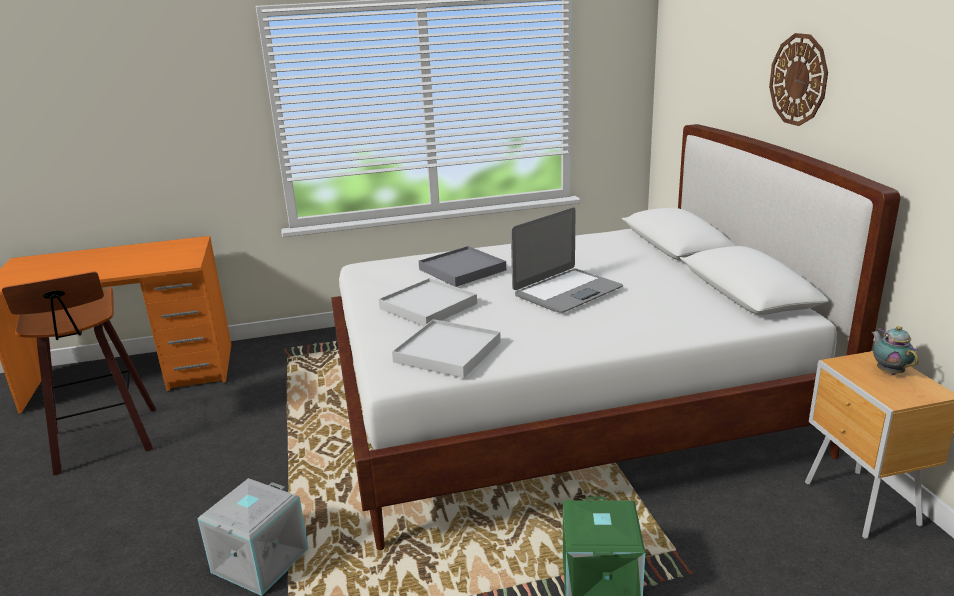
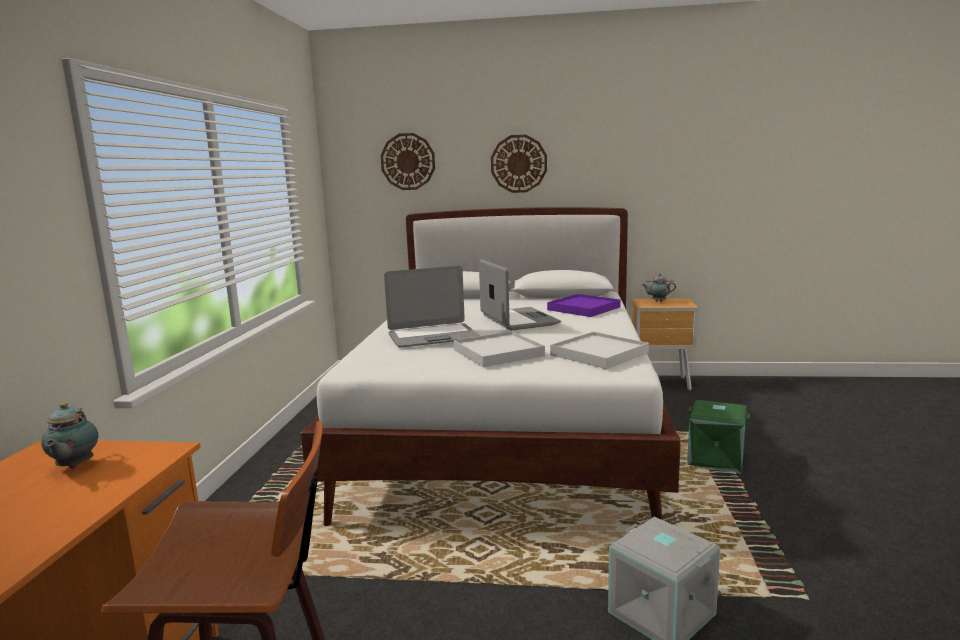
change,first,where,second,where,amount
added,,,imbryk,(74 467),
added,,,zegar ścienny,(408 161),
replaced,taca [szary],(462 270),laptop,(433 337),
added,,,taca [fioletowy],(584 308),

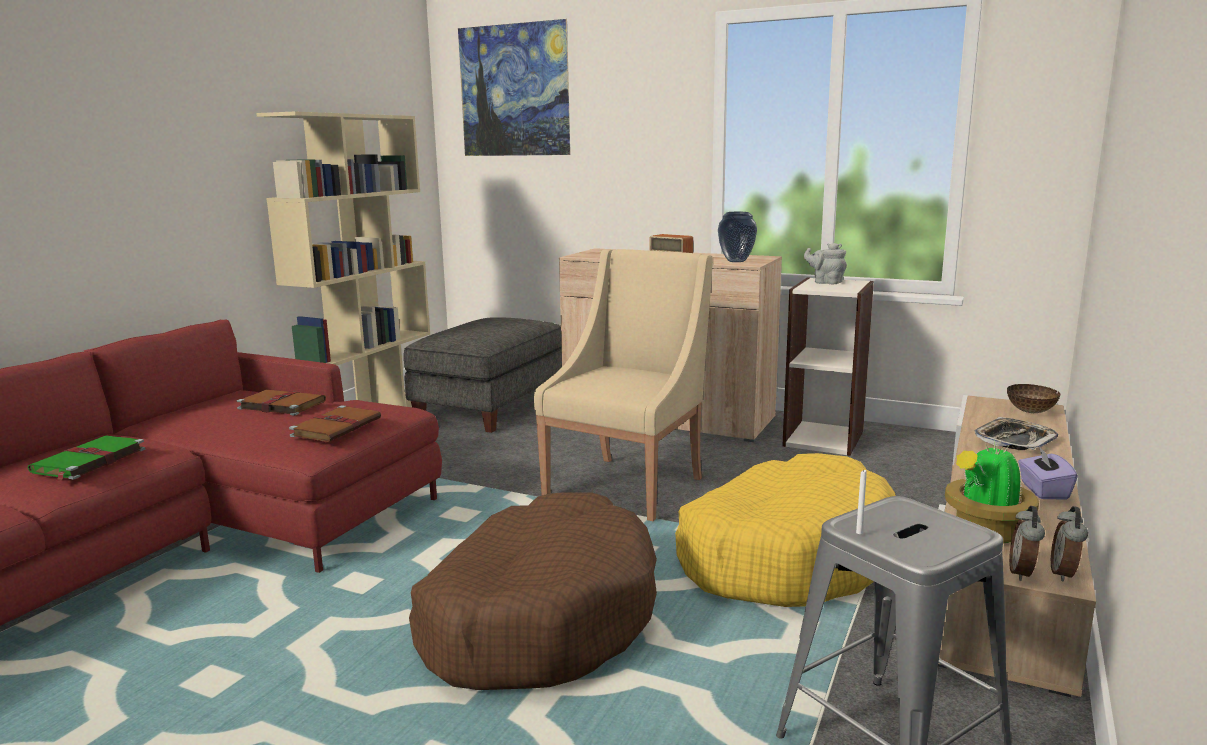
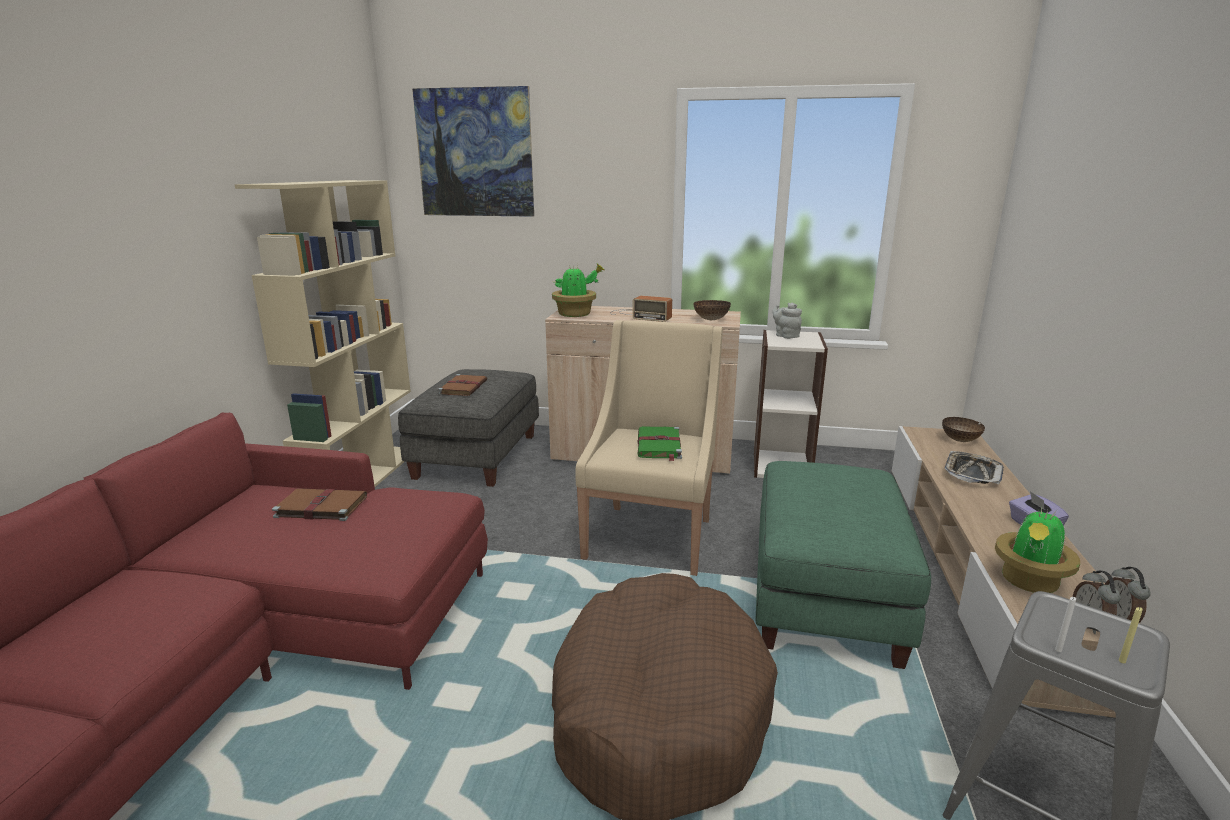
change,first,where,second,where,amount
moved,książka [brązowy],(337 427),,(463 387),
added,,,roślina doniczkowa,(576 314),
moved,książka [zielony],(88 461),,(659 445),
replaced,wazon,(736 261),miska,(711 319),
replaced,legowisko [żółty],(785 555),pufa [zielony],(826 599),
turned,imbryk [szary],(826 282),,(785 335),45 degrees clockwise
added,,,świeca [żółty],(1122 661),

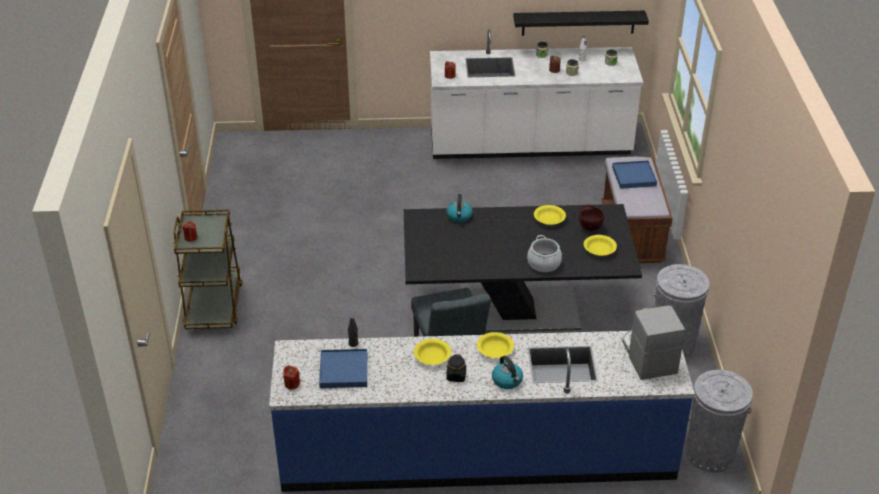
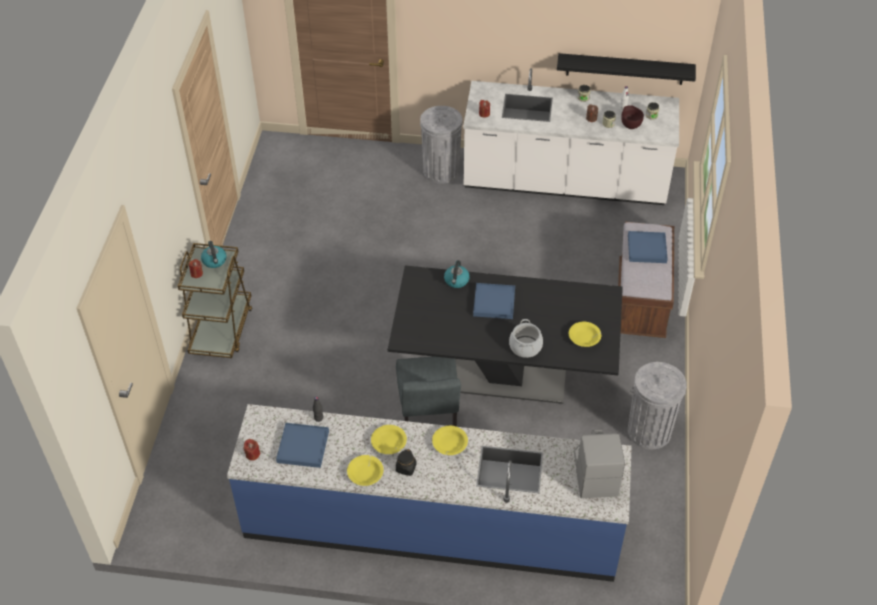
change,first,where,second,where,amount
moved,czajnik,(507 380),,(214 261),
moved,miska [żółty],(549 219),,(365 474),
moved,kosz na śmieci [szary],(710 453),,(441 171),
added,,,taca [niebieski],(494 302),
moved,miska [brązowy],(589 227),,(630 126),

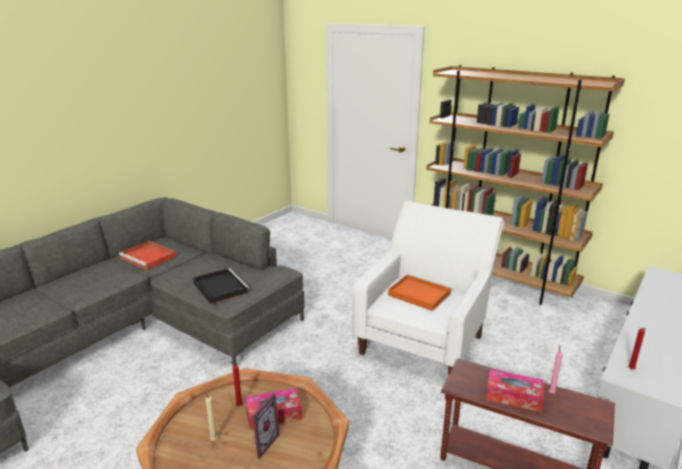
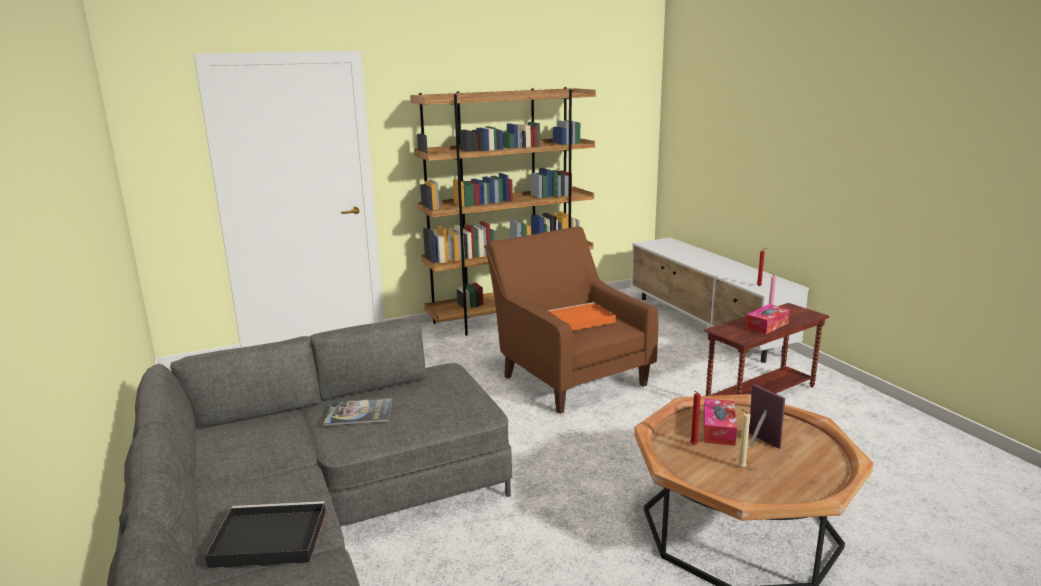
change,first,where,second,where,amount
moved,taca [czarny],(219 287),,(267 539),
added,,,książka,(359 413),
recoloured,fotel [biały],(424 339),fotel [brązowy],(568 376),
removed,taca [czerwony],(149 257),,,

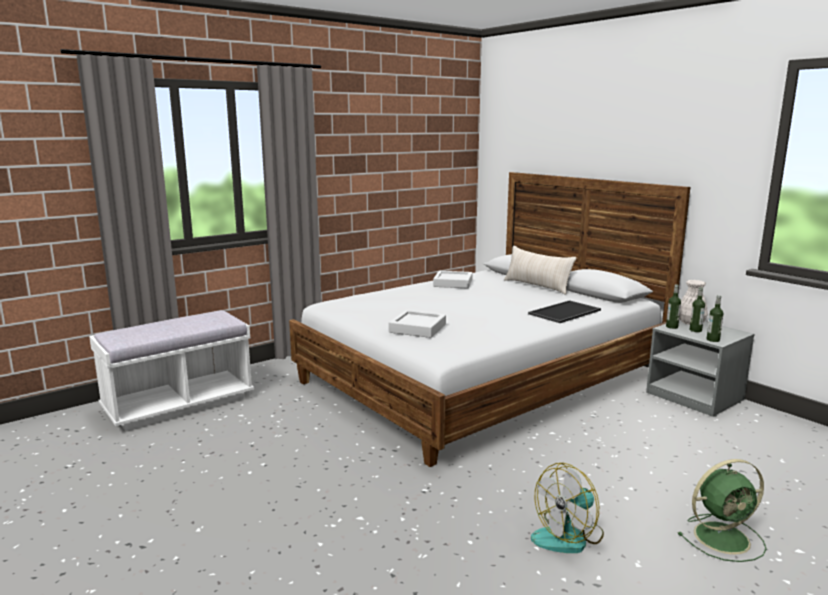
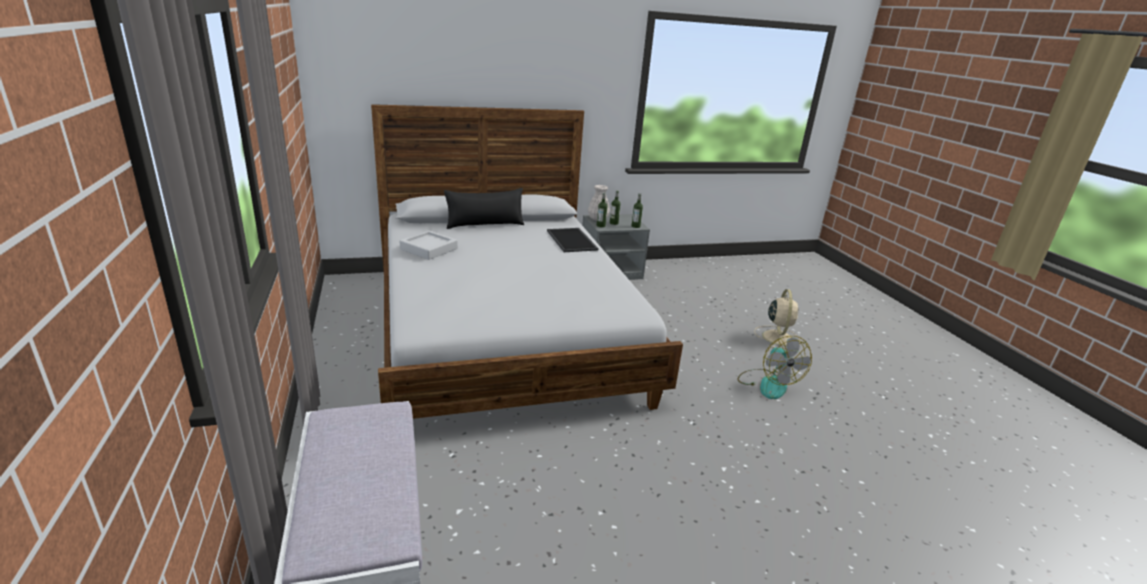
change,first,where,second,where,amount
recoloured,poduszka [beżowy],(537 286),poduszka [czarny],(485 225),
recoloured,wentylator [zielony],(723 537),wentylator [beżowy],(777 337),
removed,taca [szary],(417 328),,,

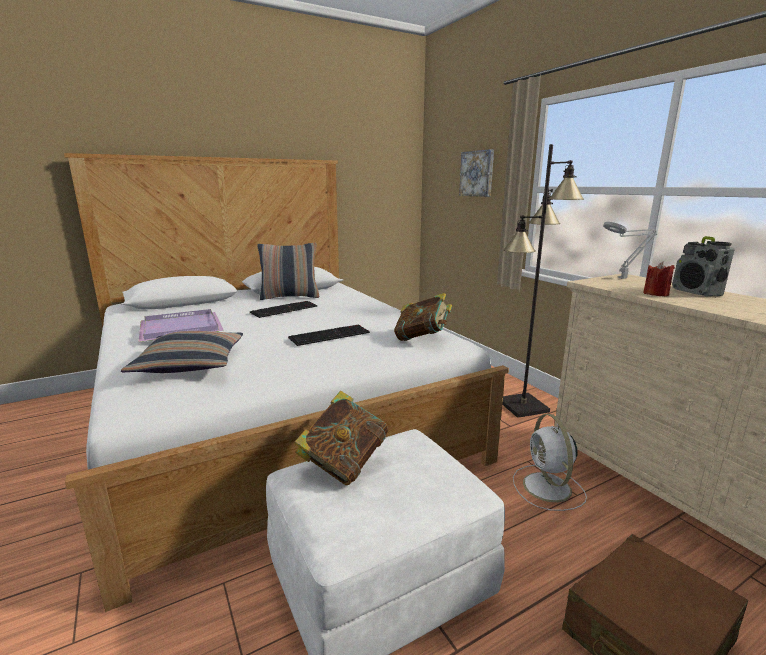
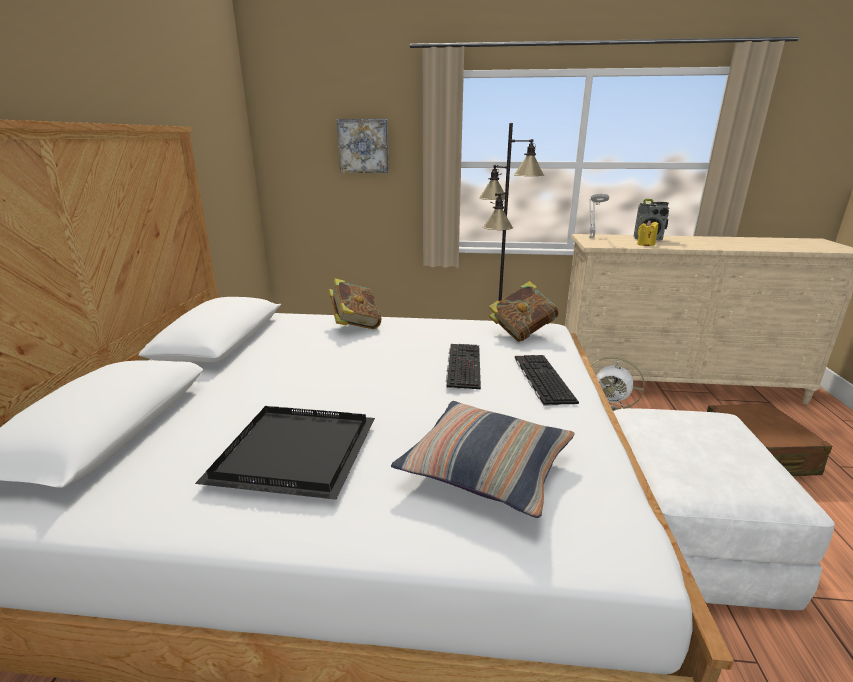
change,first,where,second,where,amount
recoloured,taca [fioletowy],(179 328),taca [czarny],(291 454),
moved,książka,(344 464),,(355 325),
moved,klawiatura,(284 309),,(541 378),
recoloured,świeca [czerwony],(655 294),świeca [żółty],(645 244),
removed,poduszka,(290 297),,,

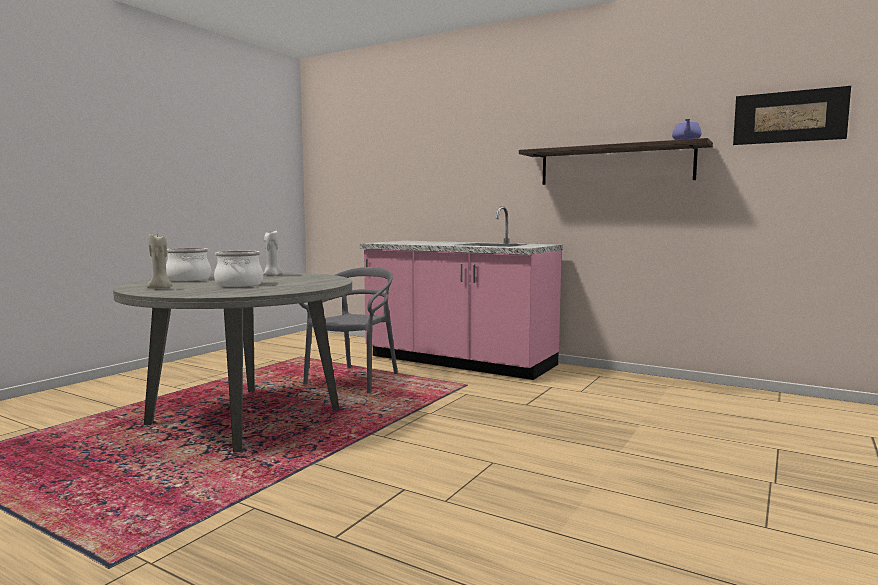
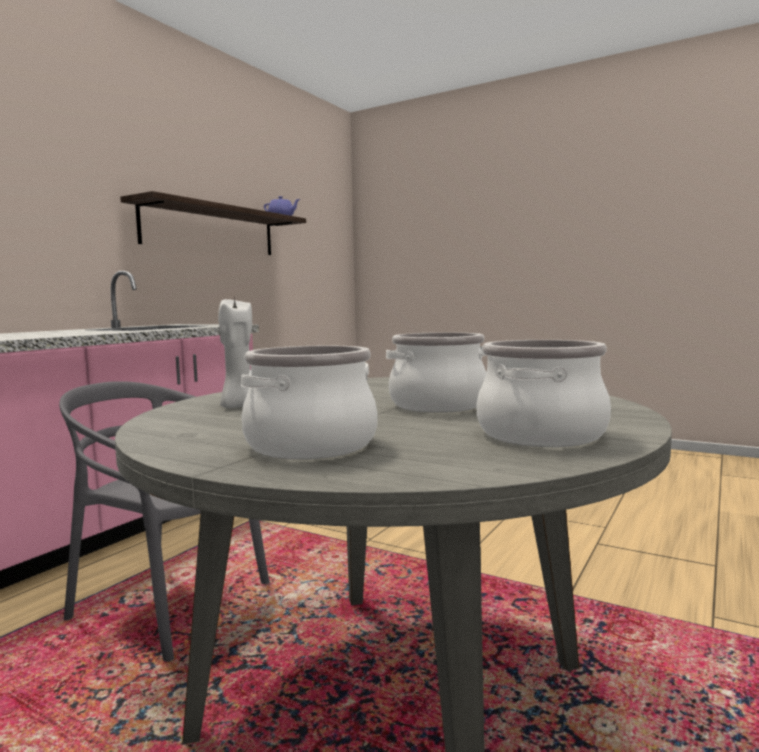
change,first,where,second,where,amount
replaced,świeca [beżowy],(161 288),garnek,(542 435),
removed,obraz,(789 117),,,

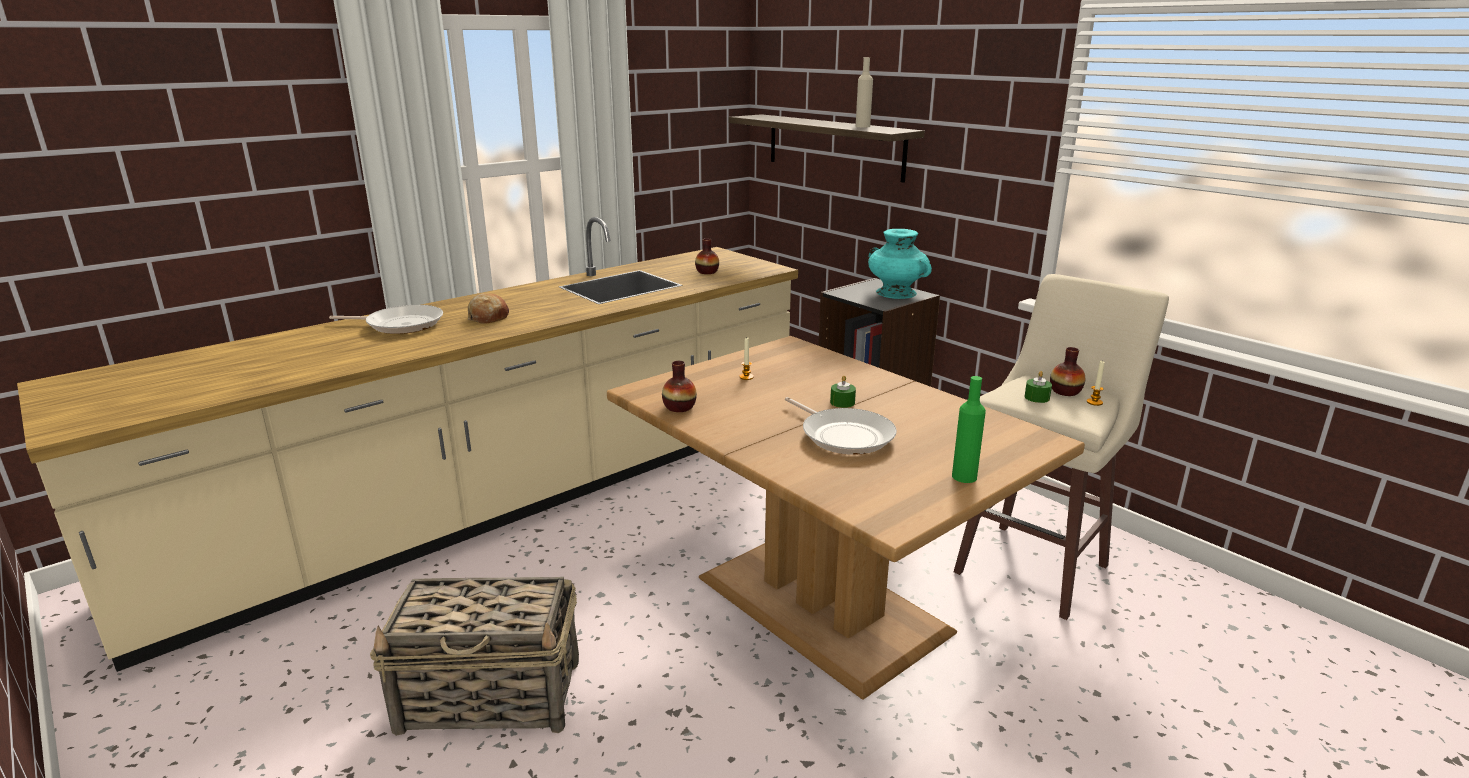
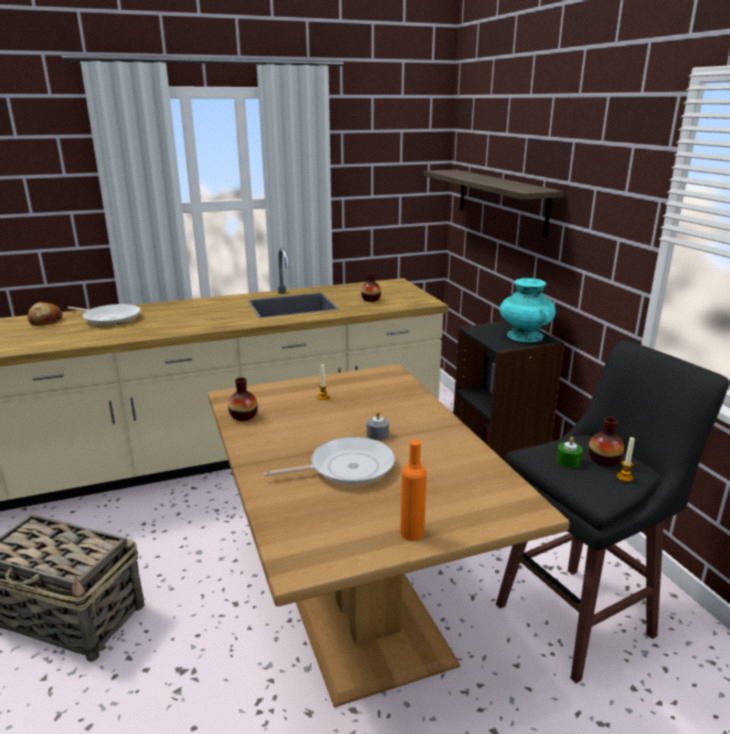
change,first,where,second,where,amount
moved,chleb,(488 317),,(45 321),
turned,patelnia,(844 435),,(347 468),90 degrees counterclockwise
recoloured,świeca [zielony],(842 402),świeca [szary],(377 435),
recoloured,butelka [zielony],(964 477),butelka [pomarańczowy],(412 533),
recoloured,stołek [beżowy],(1034 567),stołek [czarny],(578 619),
removed,butelka [beżowy],(862 126),,,

